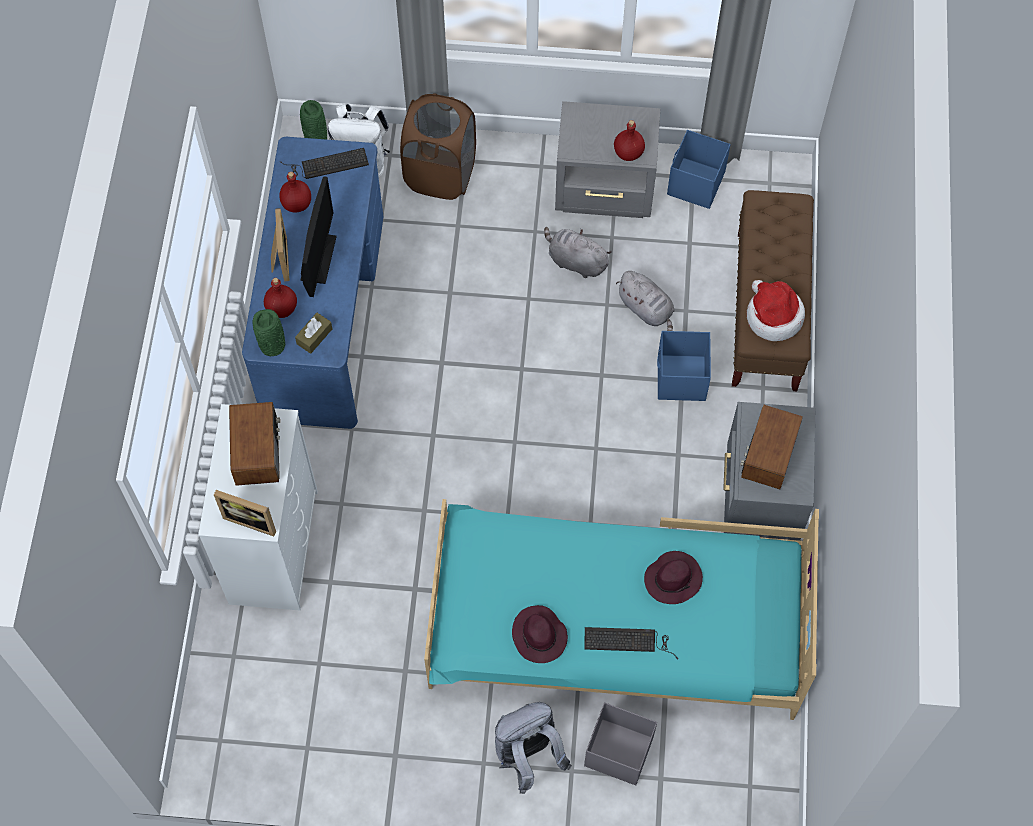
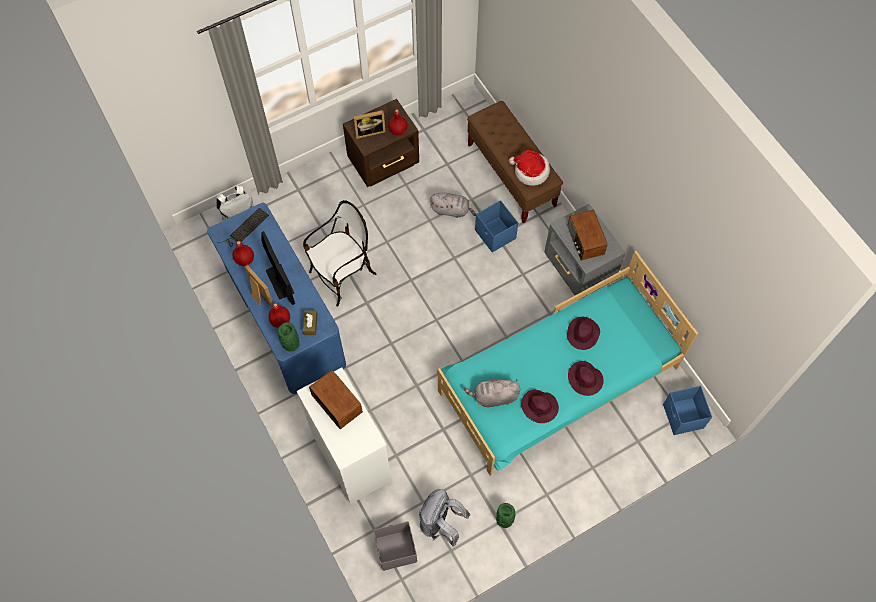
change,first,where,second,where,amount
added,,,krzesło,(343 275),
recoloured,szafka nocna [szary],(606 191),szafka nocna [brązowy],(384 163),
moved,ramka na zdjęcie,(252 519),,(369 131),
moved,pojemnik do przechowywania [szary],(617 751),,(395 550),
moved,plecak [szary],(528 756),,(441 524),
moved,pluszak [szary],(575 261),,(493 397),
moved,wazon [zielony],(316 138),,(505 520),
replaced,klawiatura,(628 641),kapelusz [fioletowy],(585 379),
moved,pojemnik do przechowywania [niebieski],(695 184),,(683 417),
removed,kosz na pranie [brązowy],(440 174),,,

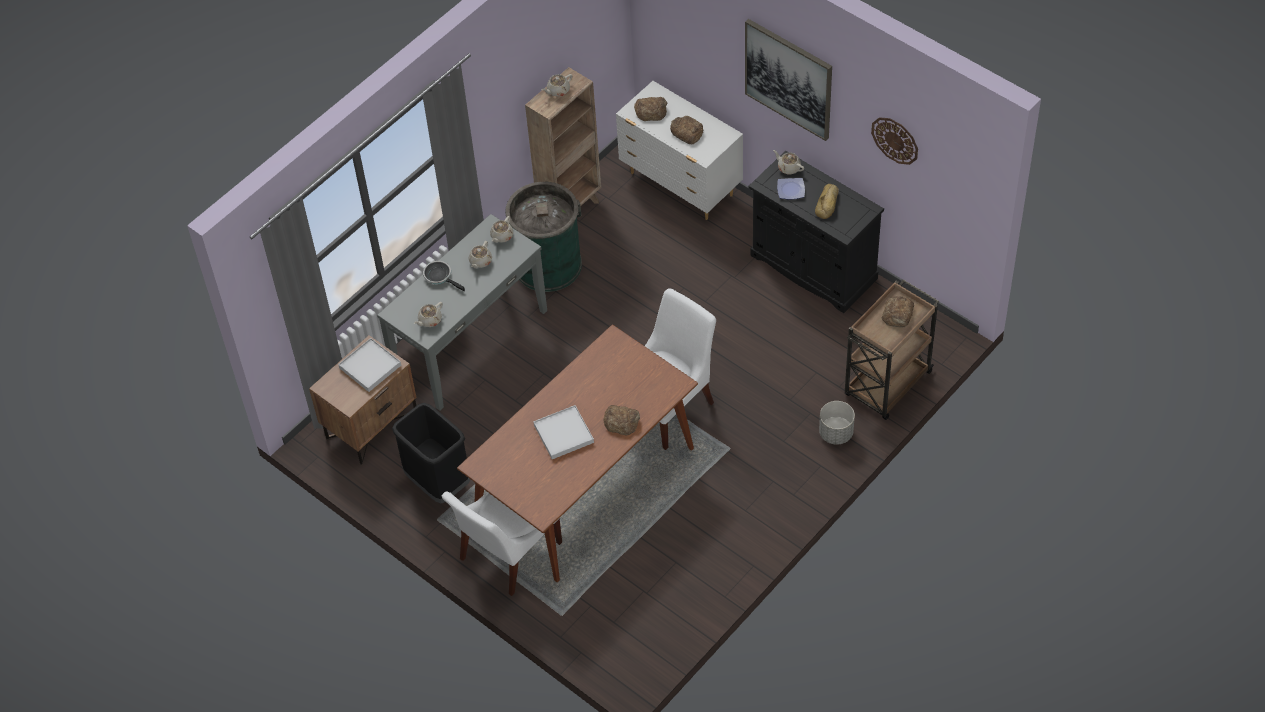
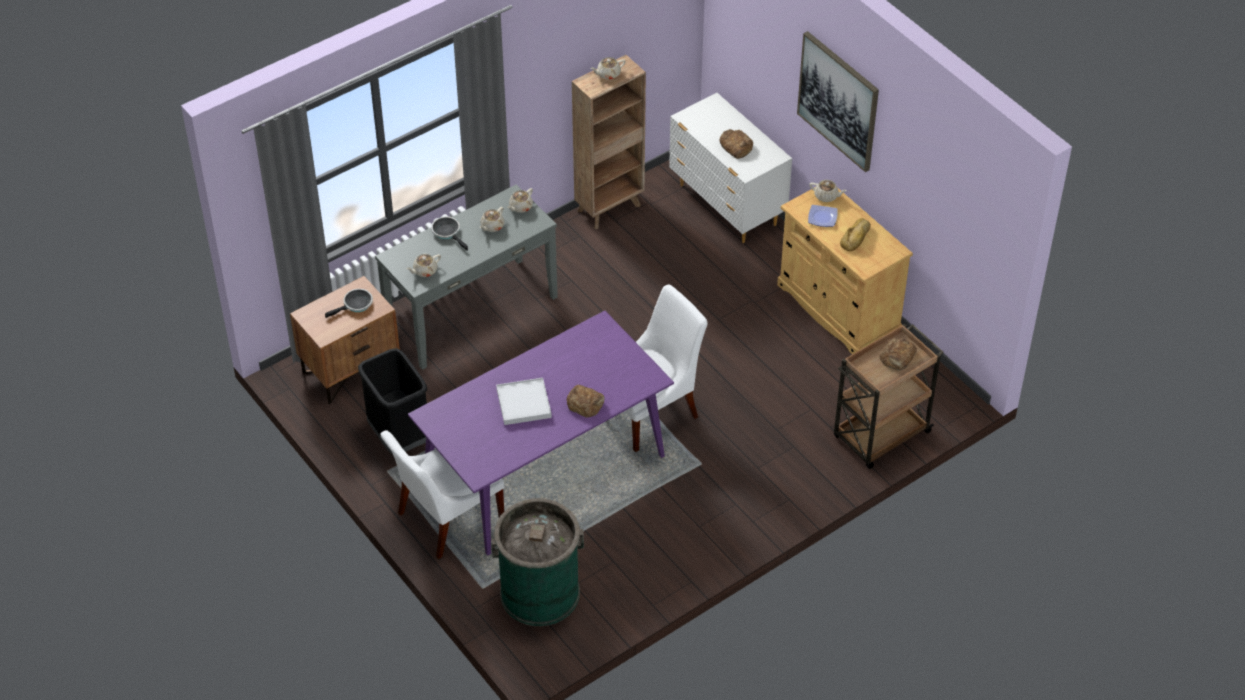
change,first,where,second,where,amount
replaced,taca [biały],(370 366),patelnia,(356 305),
recoloured,stół jadalny [brązowy],(585 483),stół jadalny [fioletowy],(545 467),
moved,kosz na śmieci [zielony],(548 265),,(540 593),
recoloured,szafka [czarny],(813 267),szafka [beżowy],(838 308),
turned,imbryk [beżowy],(788 167),,(826 196),150 degrees clockwise
removed,chleb,(651 111),,,
removed,donica [szary],(836 433),,,
removed,zegar ścienny,(895 140),,,

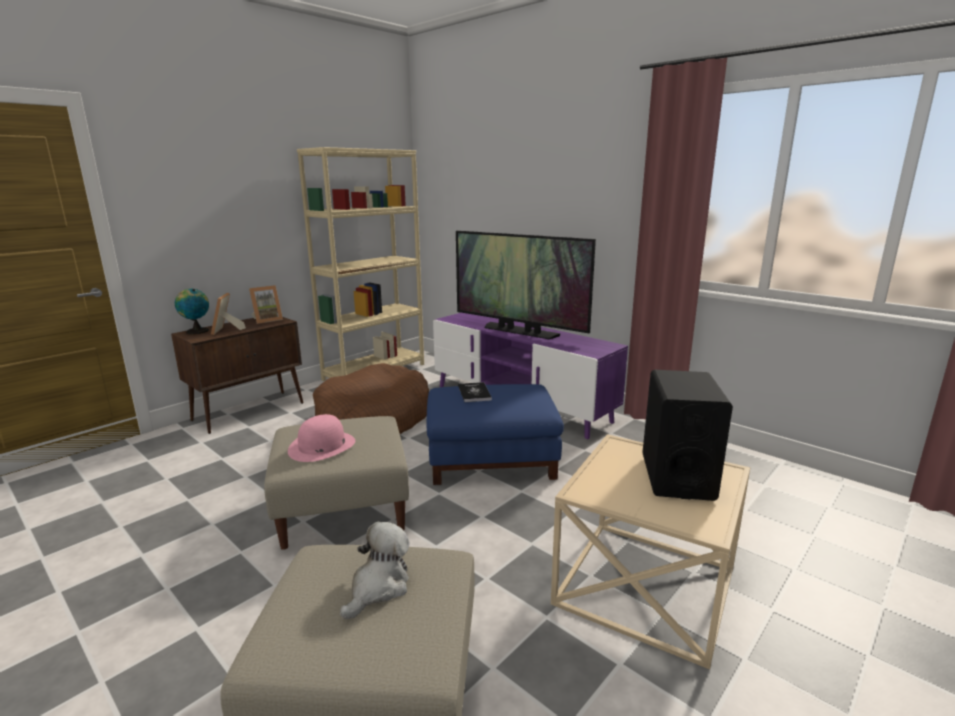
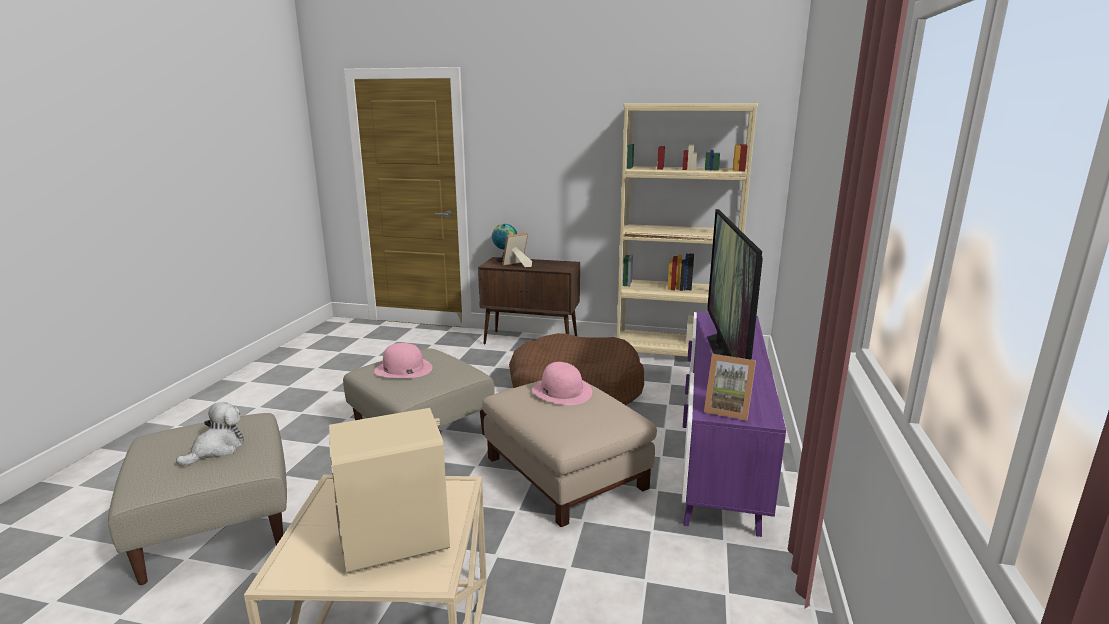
change,first,where,second,where,amount
turned,pluszak,(378 587),,(217 449),60 degrees counterclockwise
recoloured,głośnik [czarny],(677 476),głośnik [beżowy],(396 539),
recoloured,pufa [niebieski],(491 458),pufa [beżowy],(566 472),
replaced,książka,(474 393),kapelusz [różowy],(562 391),
moved,ramka na zdjęcie,(267 320),,(727 410),

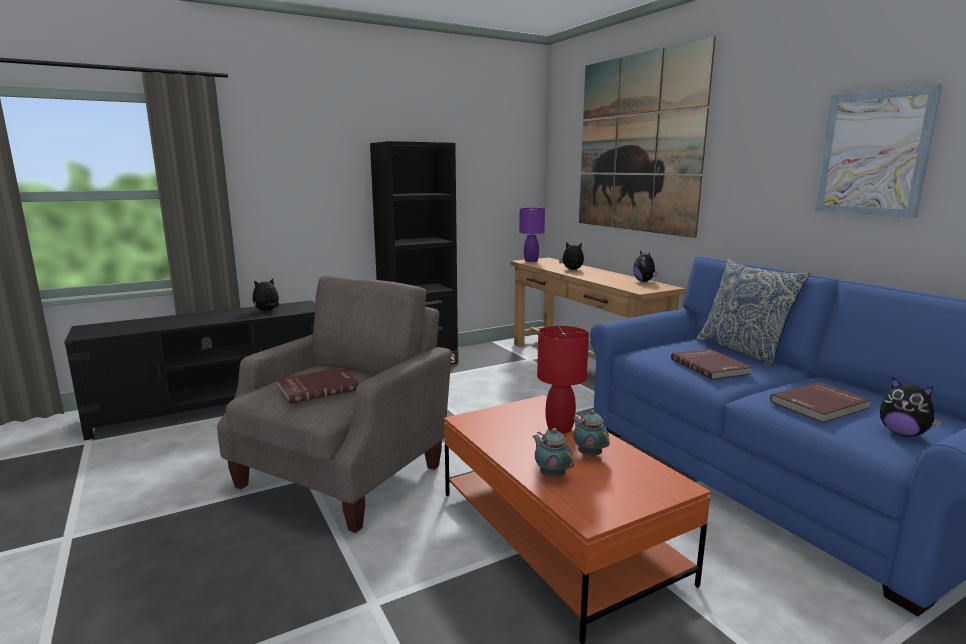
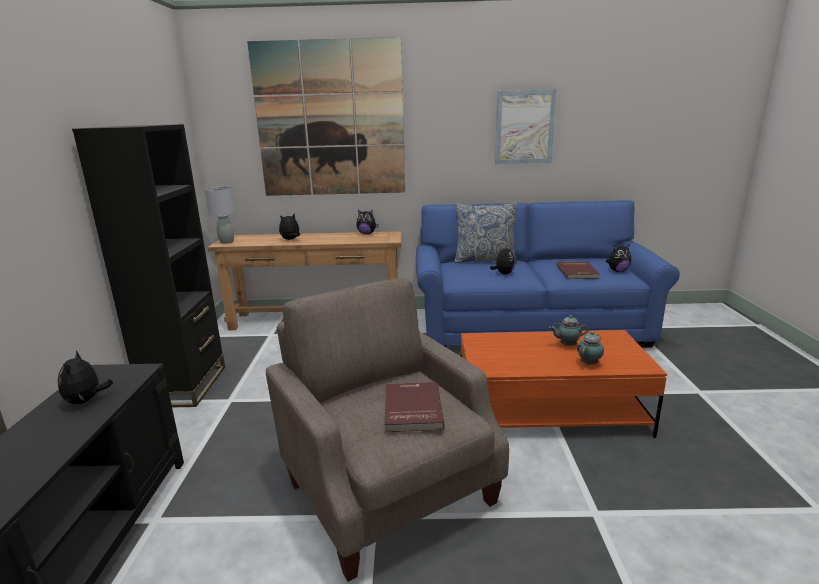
change,first,where,second,where,amount
recoloured,lampa stołowa [fioletowy],(530 261),lampa stołowa [szary],(226 242),
replaced,książka [czerwony],(710 366),pluszak,(503 274),
turned,imbryk,(551 475),,(589 363),135 degrees clockwise
removed,lampa stołowa [czerwony],(560 428),,,

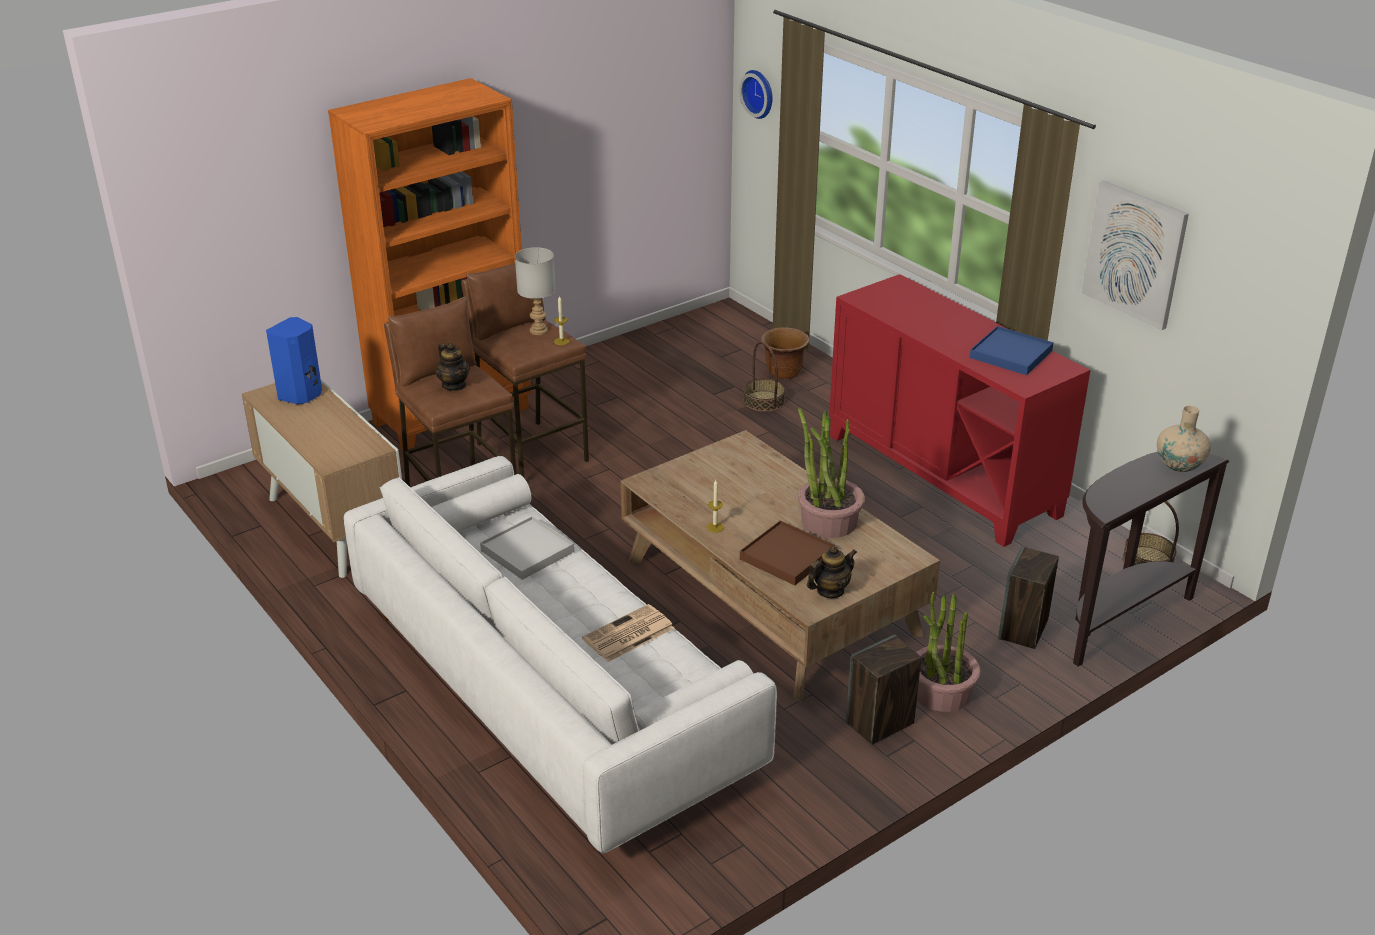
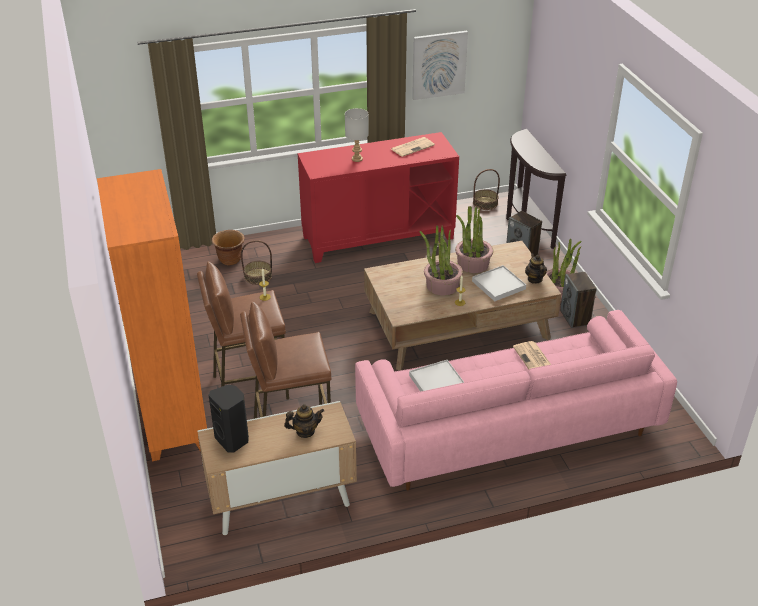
change,first,where,second,where,amount
recoloured,głośnik [niebieski],(301 395),głośnik [czarny],(233 440),
moved,imbryk,(454 385),,(305 431),
moved,lampa stołowa [szary],(539 330),,(356 159),
recoloured,kanapa [biały],(551 690),kanapa [różowy],(507 426),
replaced,taca [niebieski],(1011 354),gazeta,(412 147),
added,,,roślina doniczkowa,(442 285),
recoloured,taca [brązowy],(786 556),taca [biały],(498 285),
removed,zegar ścienny,(759 93),,,
removed,wazon [beżowy],(1179 464),,,

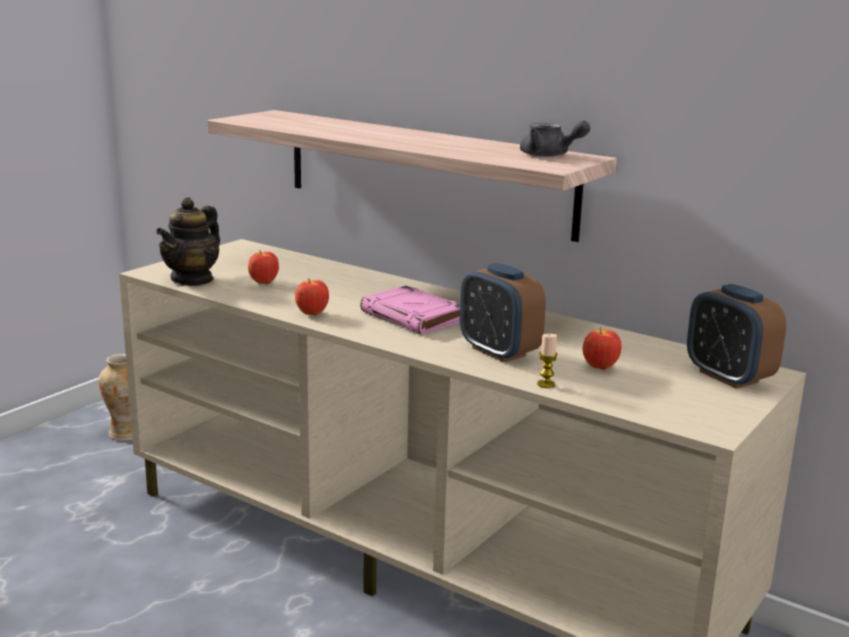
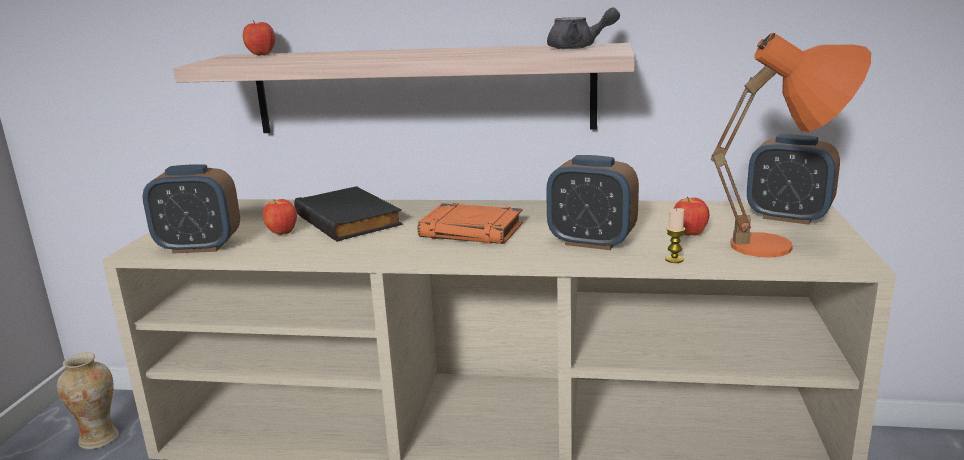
change,first,where,second,where,amount
replaced,imbryk,(192 279),budzik,(199 247),
moved,jabłko,(312 314),,(261 55),
added,,,książka [czarny],(350 219),
recoloured,książka [różowy],(413 317),książka [pomarańczowy],(472 231),
added,,,lampa stołowa [pomarańczowy],(785 247),

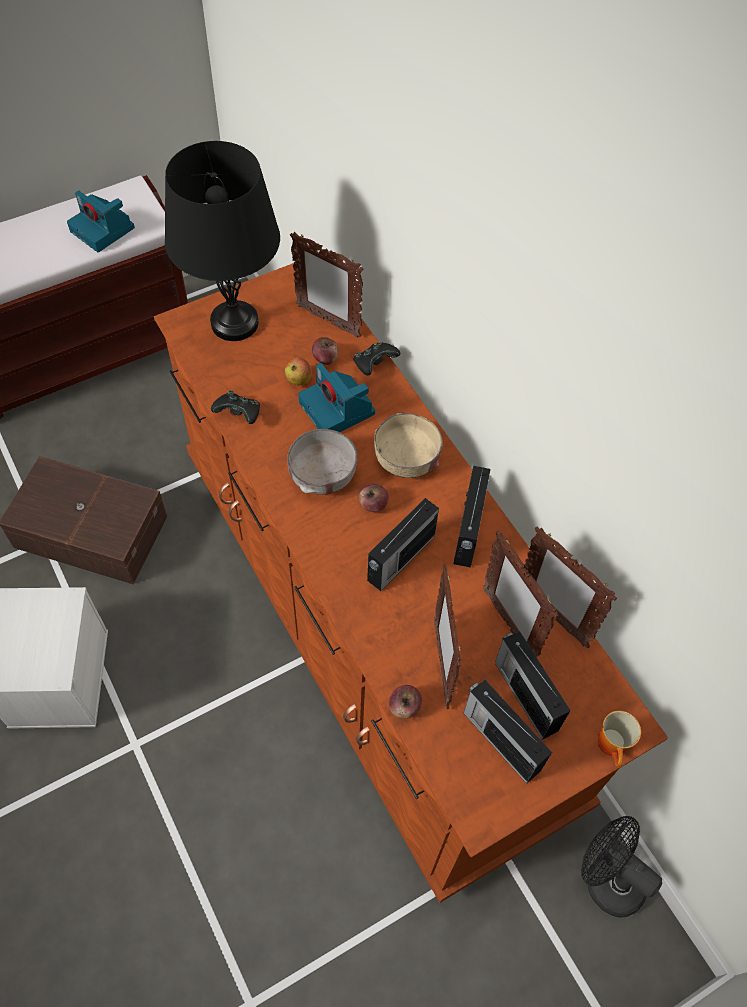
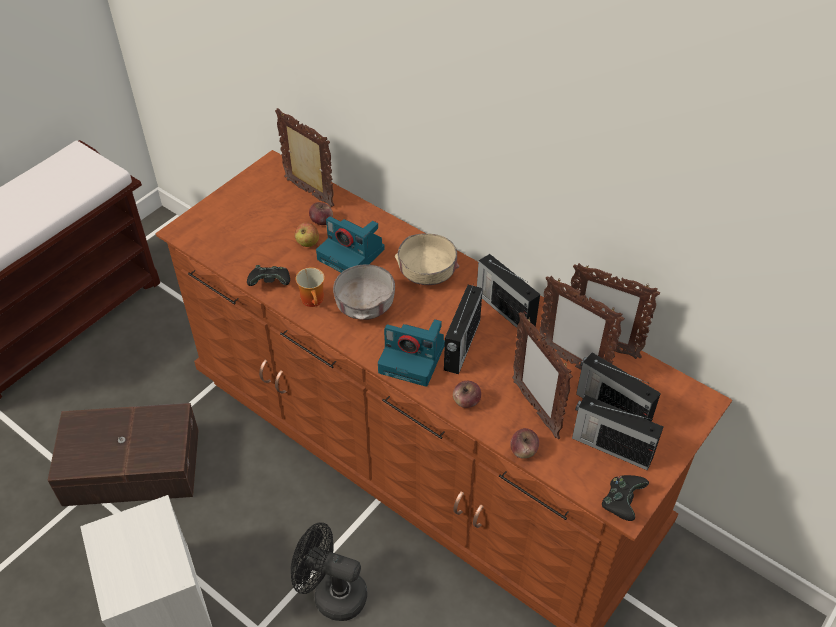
change,first,where,second,where,amount
turned,ramka na zdjęcie,(328 321),,(309 194),150 degrees counterclockwise
moved,wentylator [czarny],(606 878),,(332 594),
moved,kubek,(614 745),,(314 300),
moved,aparat fotograficzny,(104 230),,(413 358),
moved,jabłko,(373 505),,(466 402),
turned,radio,(468 532),,(504 309),150 degrees clockwise
moved,pad do gier [czarny],(374 364),,(622 502),
removed,lampa stołowa [czarny],(235 323),,,

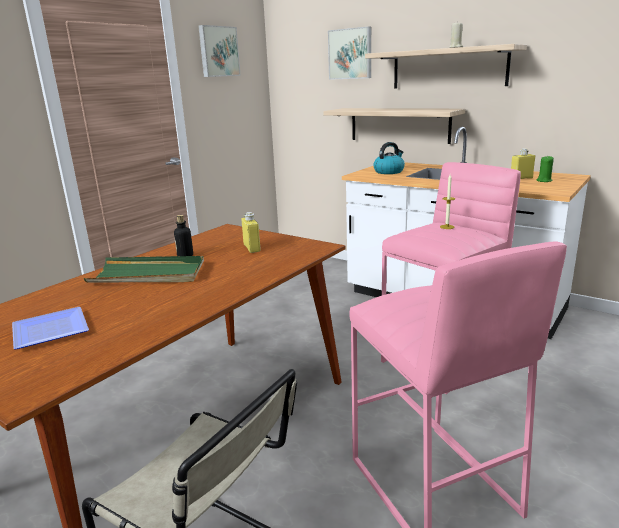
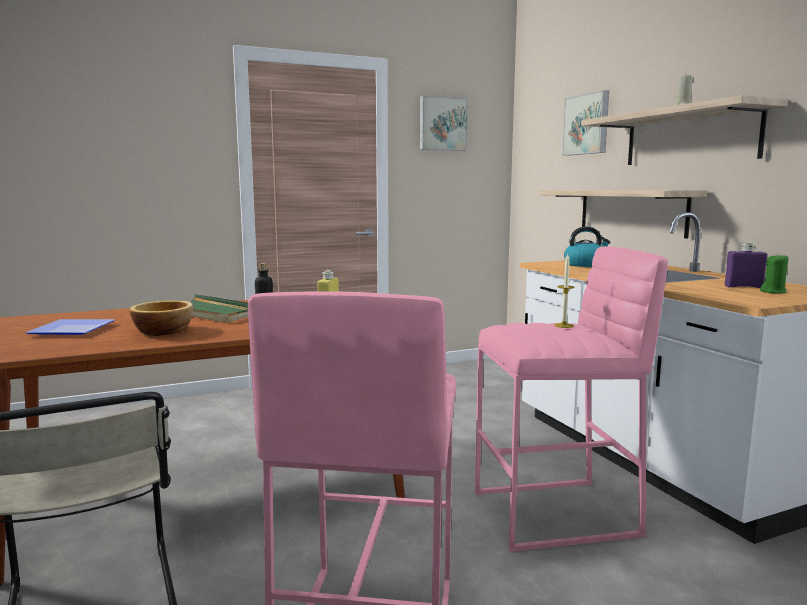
change,first,where,second,where,amount
added,,,miska,(163 331),
recoloured,butelka [żółty],(521 179),butelka [fioletowy],(743 287),

